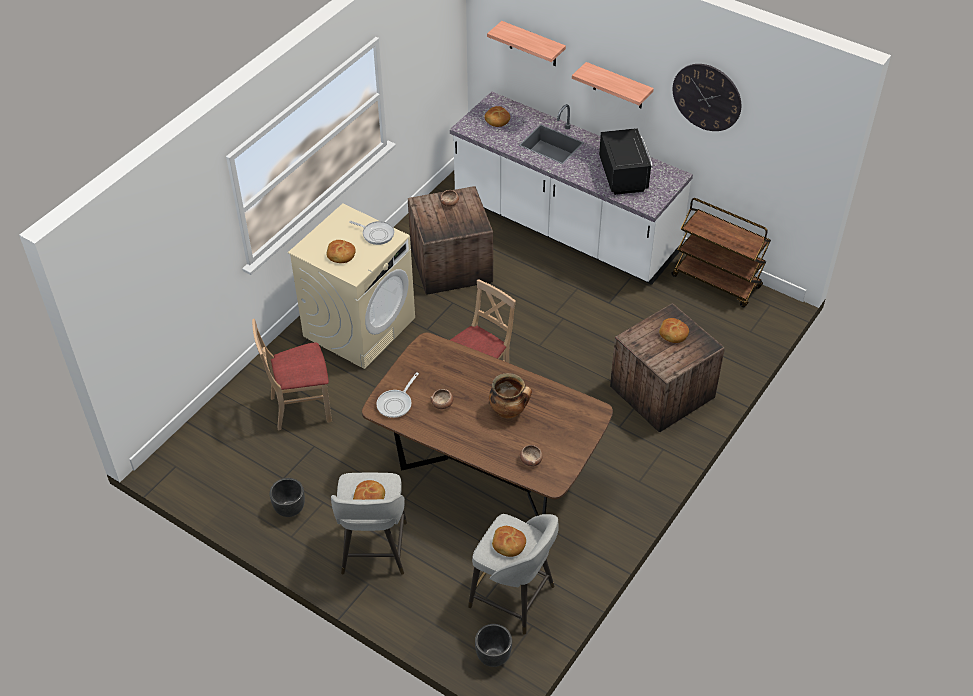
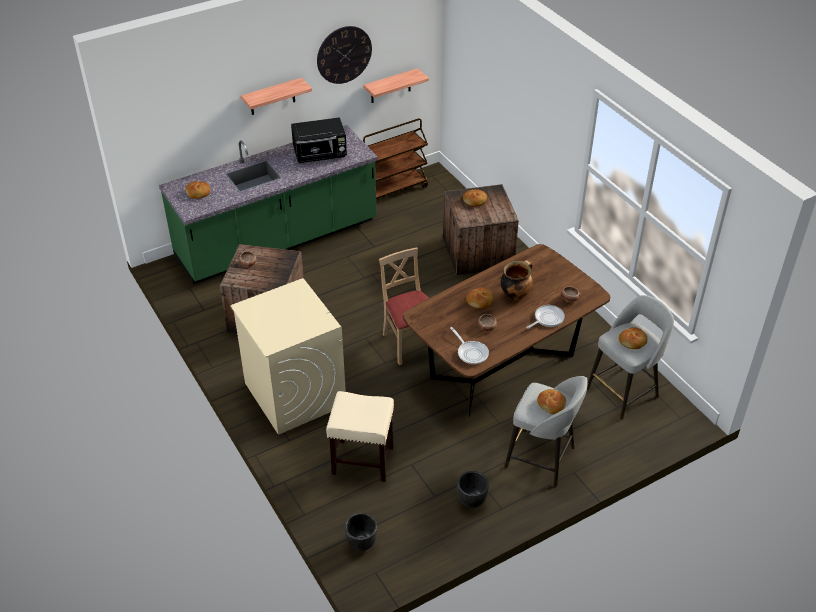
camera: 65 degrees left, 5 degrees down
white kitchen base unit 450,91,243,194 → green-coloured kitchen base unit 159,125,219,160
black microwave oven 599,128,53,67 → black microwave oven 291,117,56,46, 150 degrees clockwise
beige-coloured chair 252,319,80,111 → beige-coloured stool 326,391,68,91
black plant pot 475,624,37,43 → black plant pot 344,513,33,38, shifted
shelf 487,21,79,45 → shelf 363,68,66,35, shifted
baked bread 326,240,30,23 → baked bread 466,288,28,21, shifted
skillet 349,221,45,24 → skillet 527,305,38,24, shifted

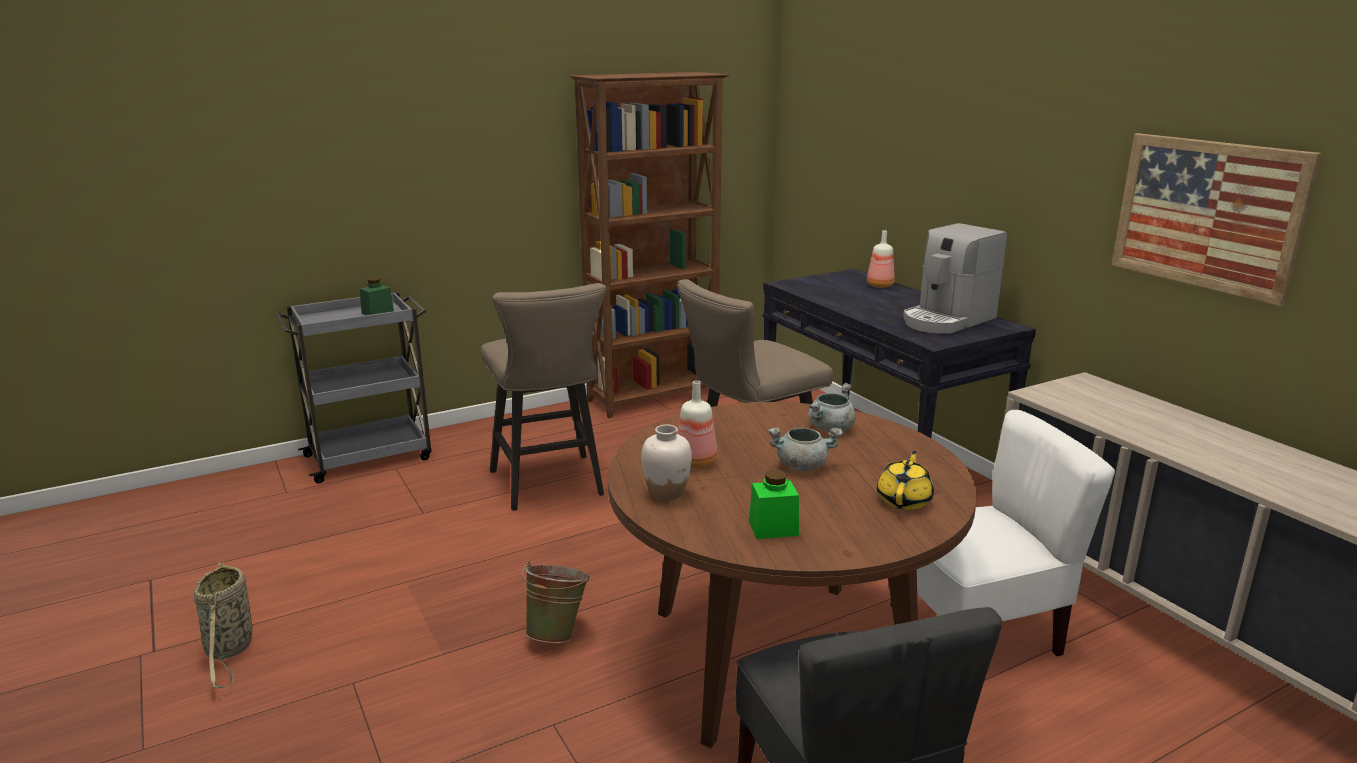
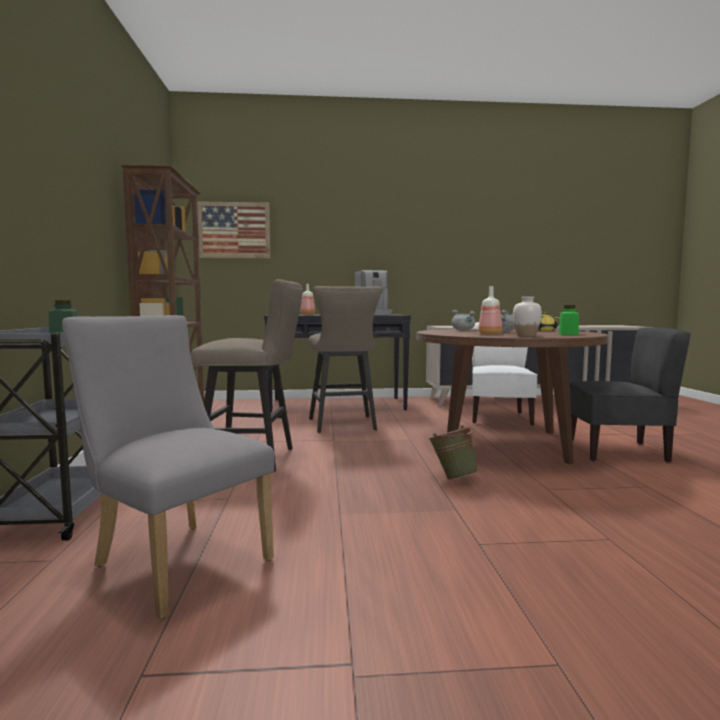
camera: 65 degrees left, 15 degrees down
- → gray chair 62,315,213,304
wall art 1111,133,211,174 → wall art 197,201,73,58, shifted
household basket 194,562,58,126 → -

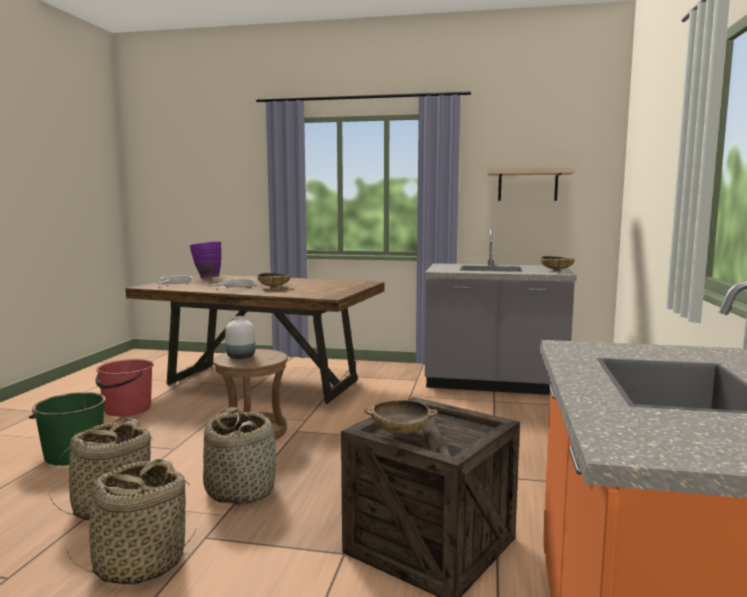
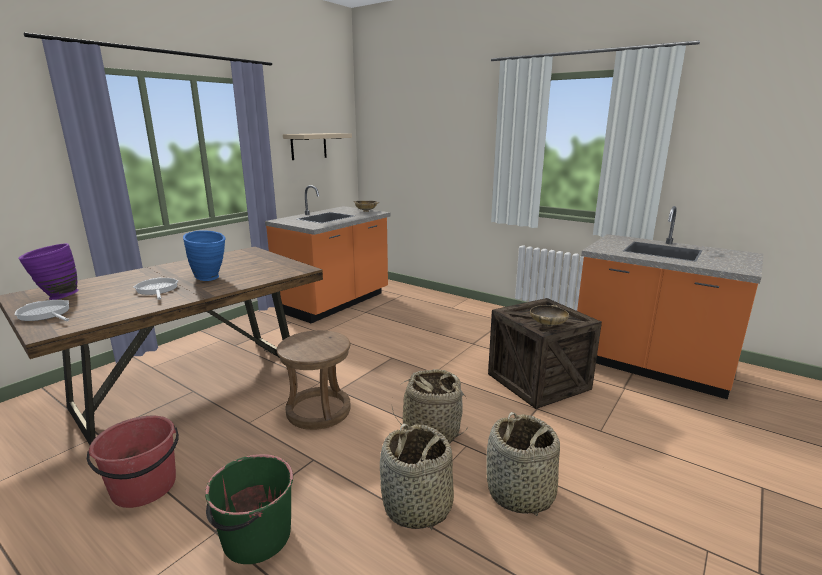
camera: 65 degrees left, 10 degrees up
beige-coloured bowl 257,273,34,16 → blue flower vase 183,230,43,51
gray kitchen base unit 425,229,152,166 → orange-coloured kitchen base unit 265,185,126,138
white flower vase 225,316,30,43 → -

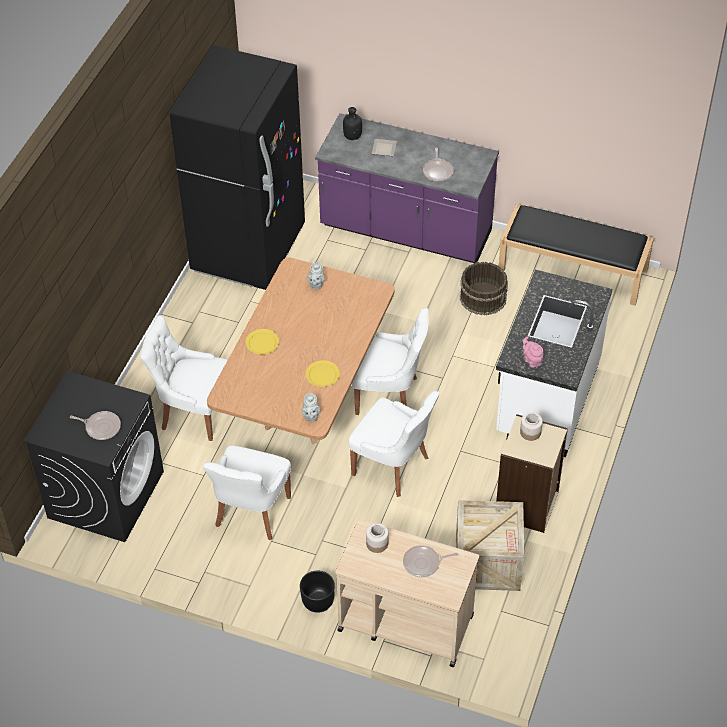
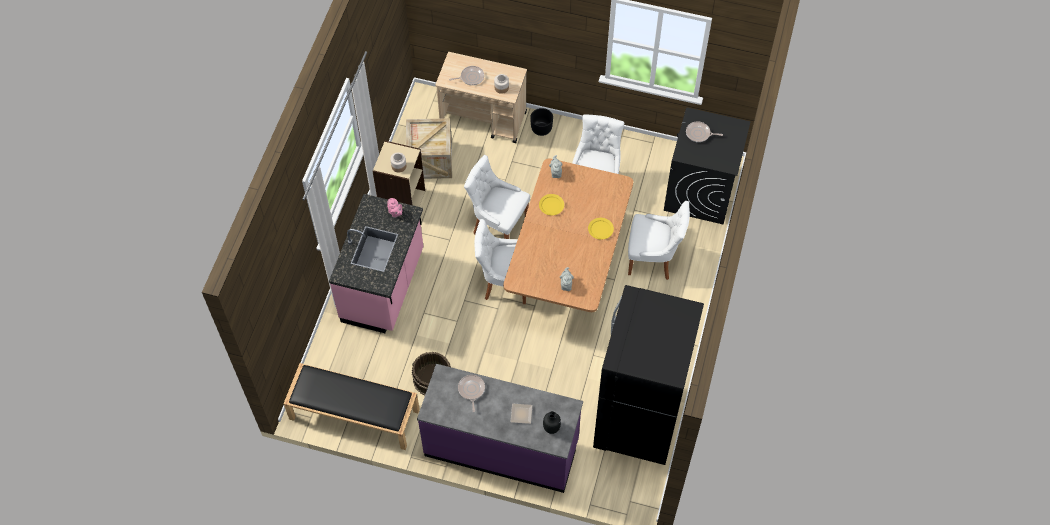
camera: 175 degrees right, 10 degrees up
white kitchen base unit 496,269,116,189 → pinkish kitchen base unit 329,194,94,139

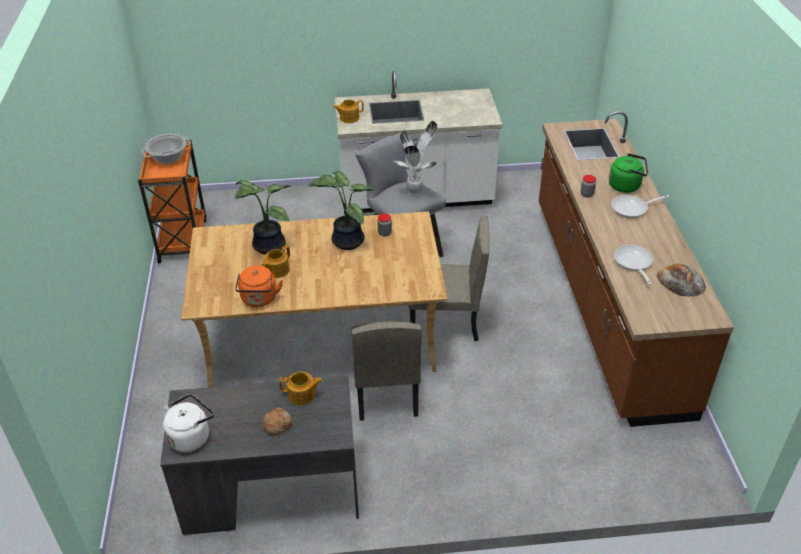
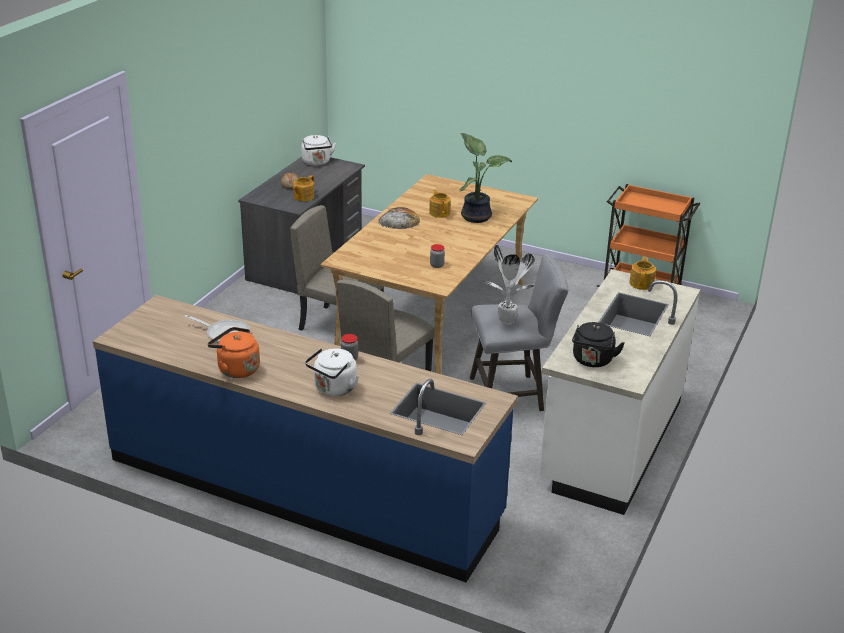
camera: 120 degrees right, 10 degrees down
brownish kitchen base unit 539,111,195,316 → blue kitchen base unit 93,295,425,287
orange-coloured water kettle 235,265,48,42 → orange-coloured water kettle 208,327,52,51, shifted
green-coloured water kettle 609,153,39,40 → white water kettle 305,348,54,48
baked bread 657,264,49,33 → baked bread 378,207,42,22, shifted
- → black water kettle 572,322,53,45
cooking pot 141,134,50,30 → -
houseplant 308,171,68,79 → -
skillet 611,195,59,23 → -

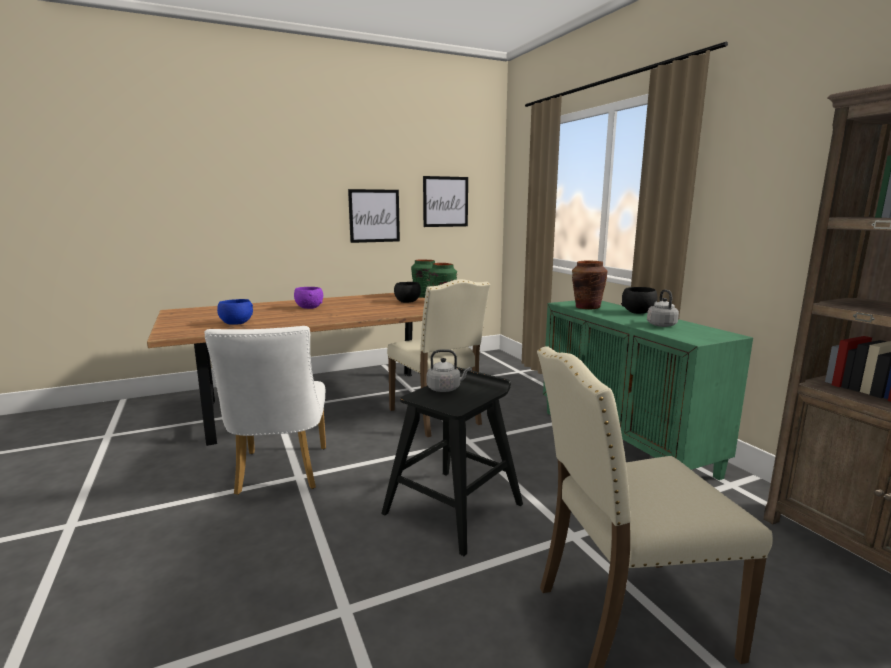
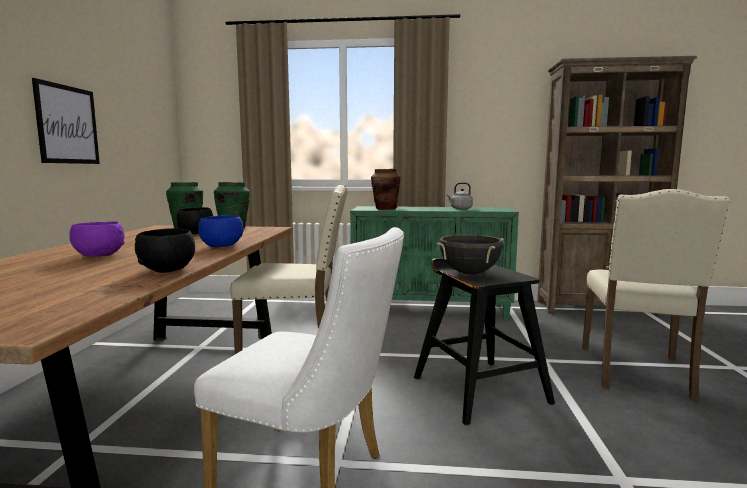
camera: 60 degrees left, 5 degrees down
black bowl 621,287,37,27 → black bowl 135,228,60,45, shifted
blue bowl 217,299,36,26 → blue bowl 198,215,46,32, shifted
gray water kettle 427,349,43,43 → black cooking pot 436,235,67,39
wall art 423,176,45,51 → -

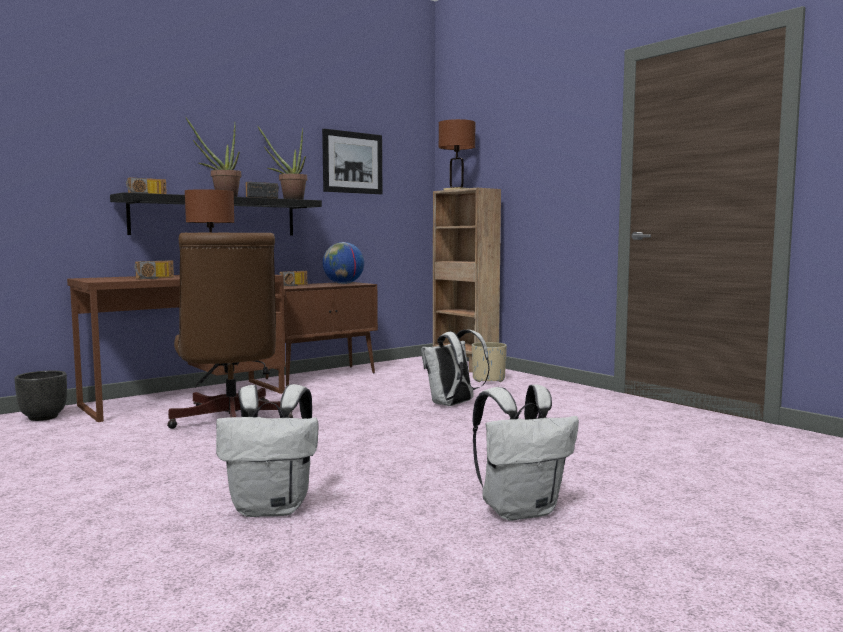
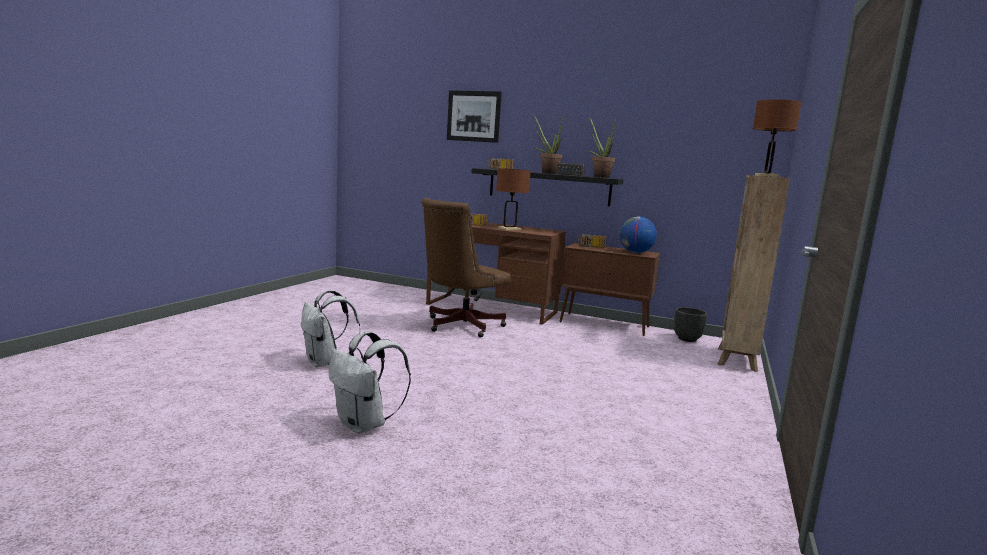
camera: 60 degrees right, 5 degrees up
wall art 322,129,60,65 → wall art 447,90,55,53, shifted
black plant pot 14,371,53,50 → black plant pot 674,307,34,35, shifted
white backpack 421,330,69,76 → -
beige-coloured plant pot 472,342,35,40 → -

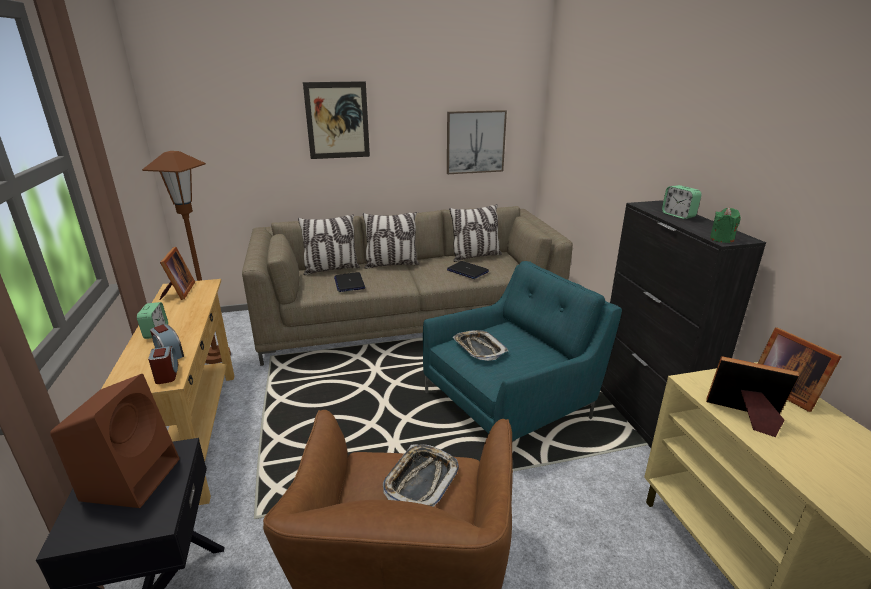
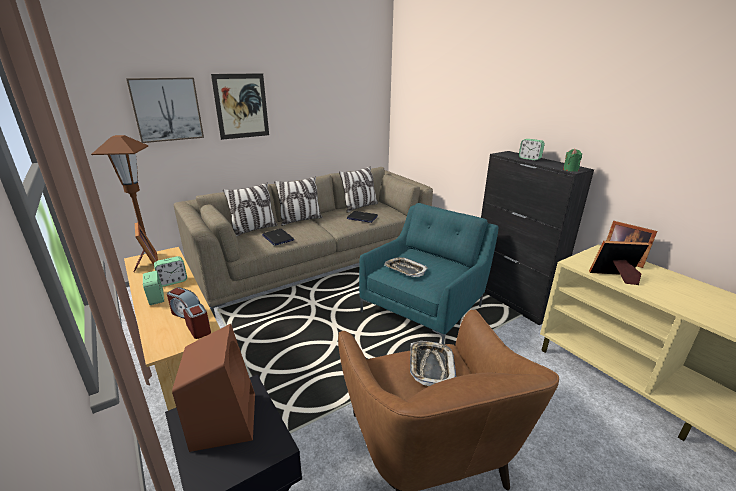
camera: 20 degrees left, 0 degrees up
wall art 447,110,60,64 → wall art 126,77,78,66, shifted
- → alarm clock 154,256,33,31

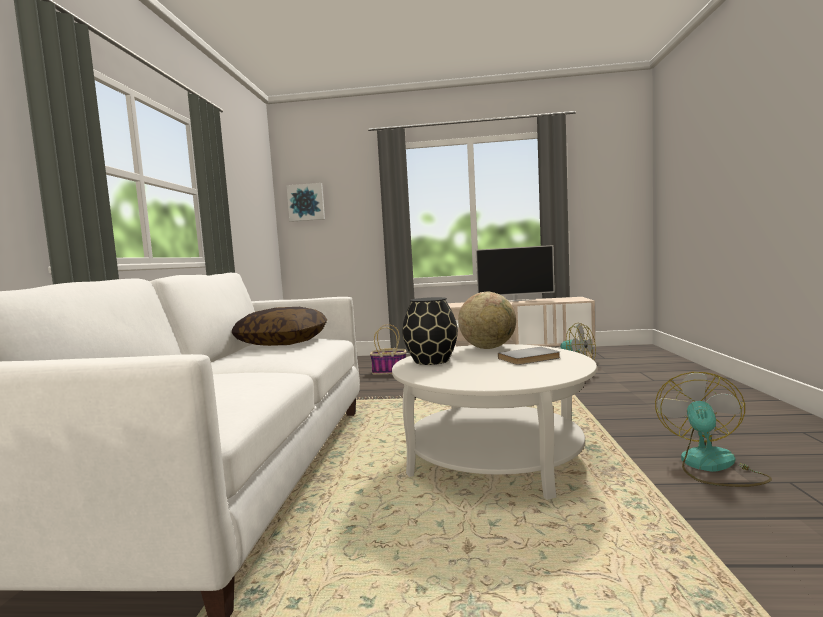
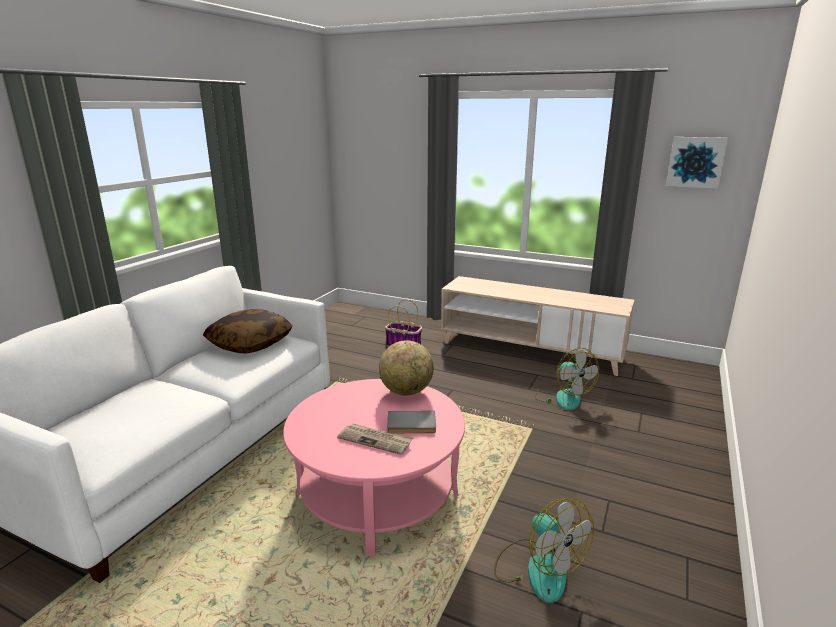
camera: 20 degrees right, 15 degrees up
white coffee table 392,344,205,156 → pinkish coffee table 283,379,182,177
- → printed paper 337,424,76,31
fan 655,372,117,115 → fan 494,498,100,105, 105 degrees clockwise
wall art 286,183,39,39 → wall art 666,137,62,52, shifted
black flower vase 402,297,56,68 → -
television 476,245,79,57 → -

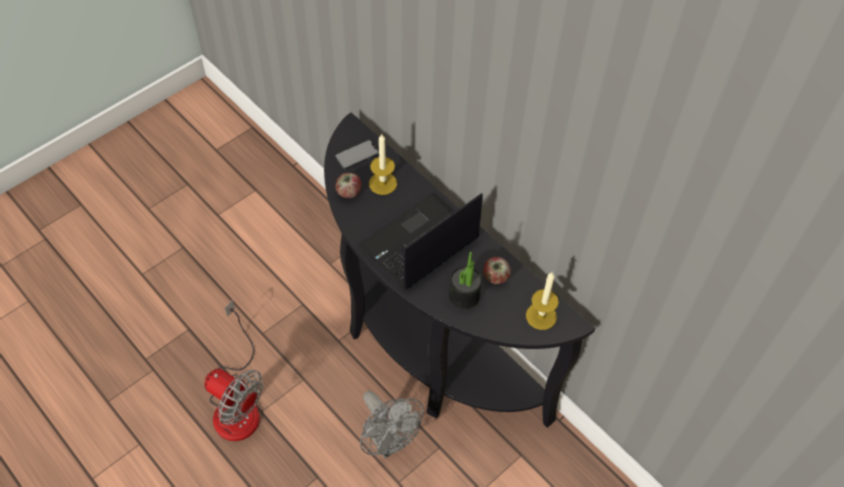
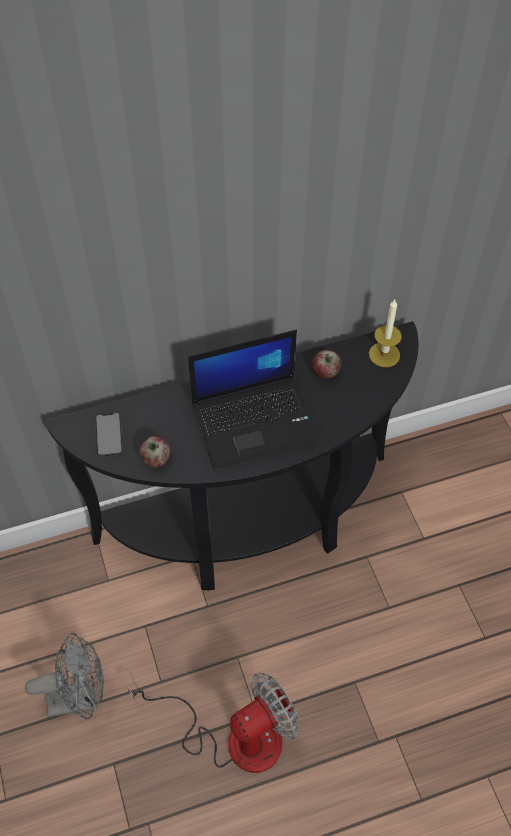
camera: 65 degrees left, 0 degrees up
gray fan 360,391,64,67 → gray fan 25,633,79,87, shifted
portable computer 358,193,125,97 → portable computer 188,330,132,139, 90 degrees counterclockwise
wax candle 369,134,28,61 → -
houseplant 449,252,33,57 → -

